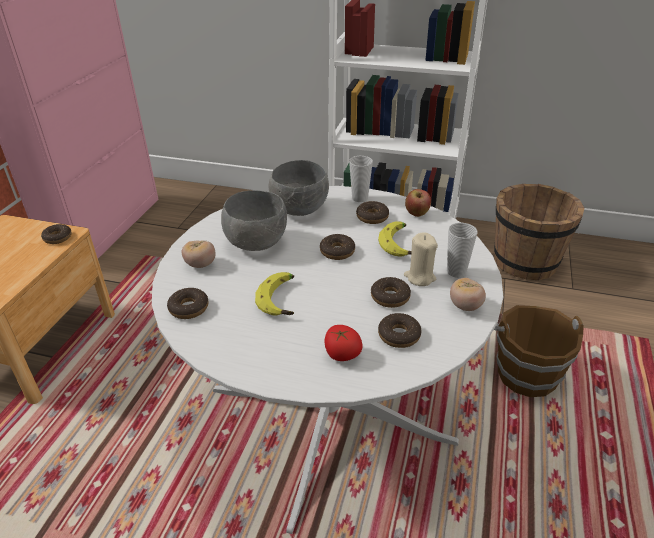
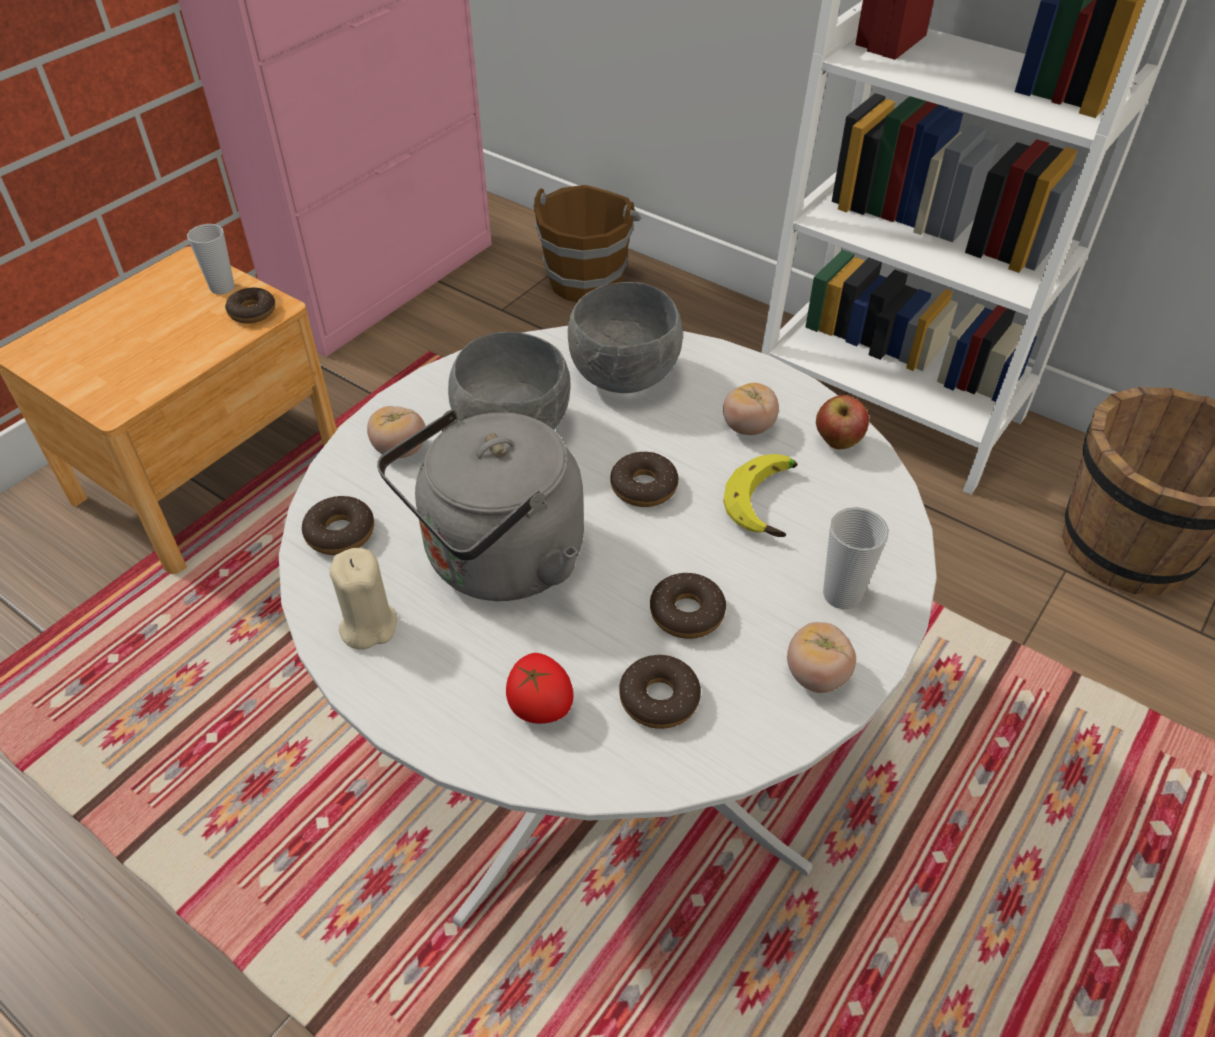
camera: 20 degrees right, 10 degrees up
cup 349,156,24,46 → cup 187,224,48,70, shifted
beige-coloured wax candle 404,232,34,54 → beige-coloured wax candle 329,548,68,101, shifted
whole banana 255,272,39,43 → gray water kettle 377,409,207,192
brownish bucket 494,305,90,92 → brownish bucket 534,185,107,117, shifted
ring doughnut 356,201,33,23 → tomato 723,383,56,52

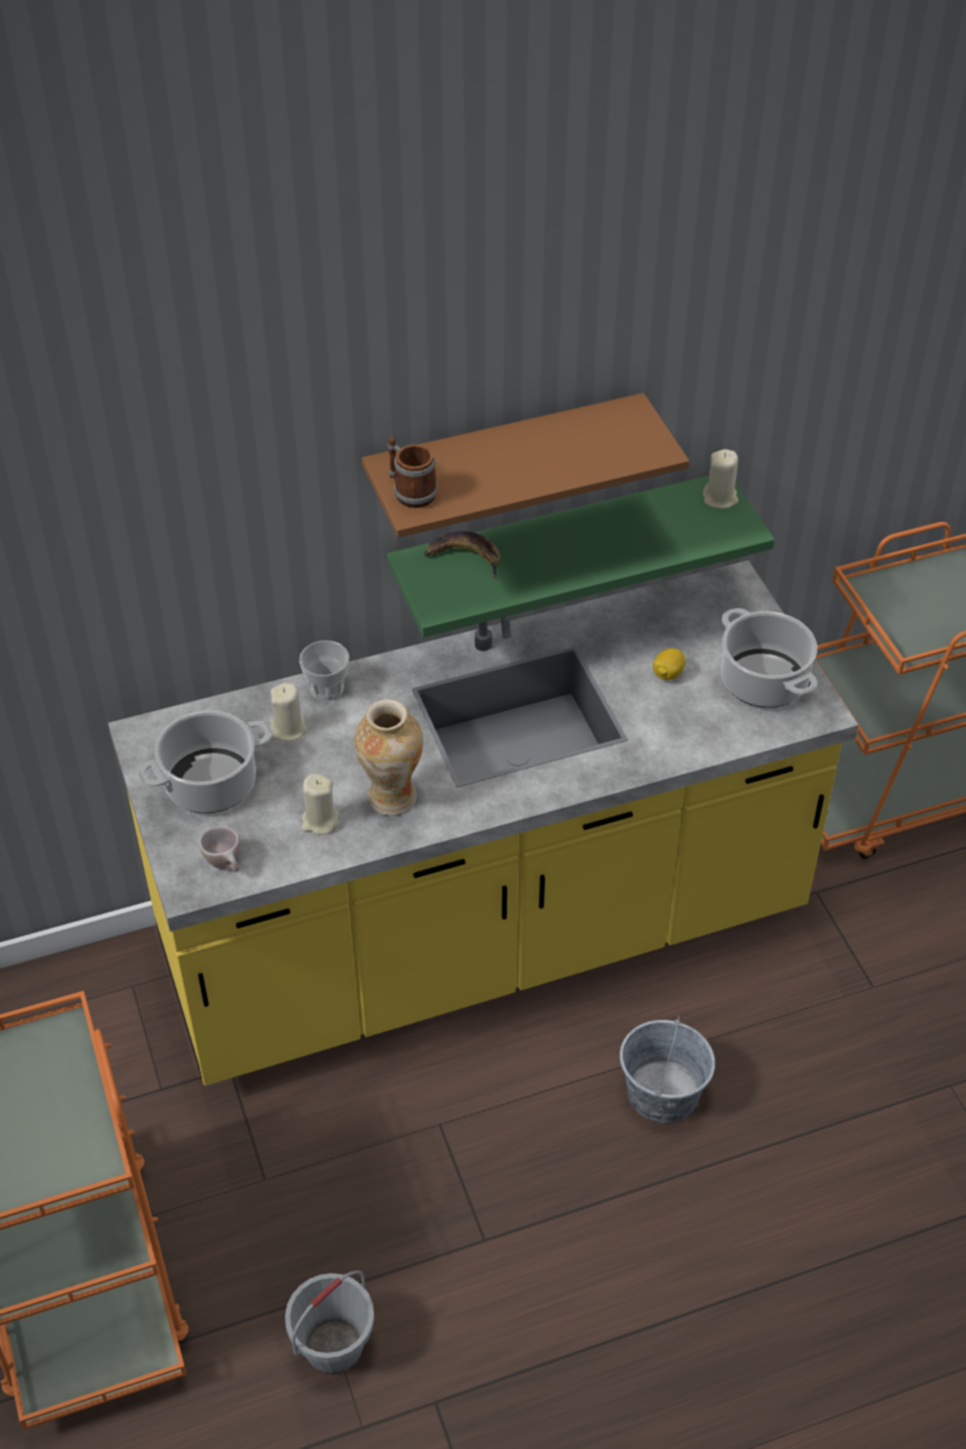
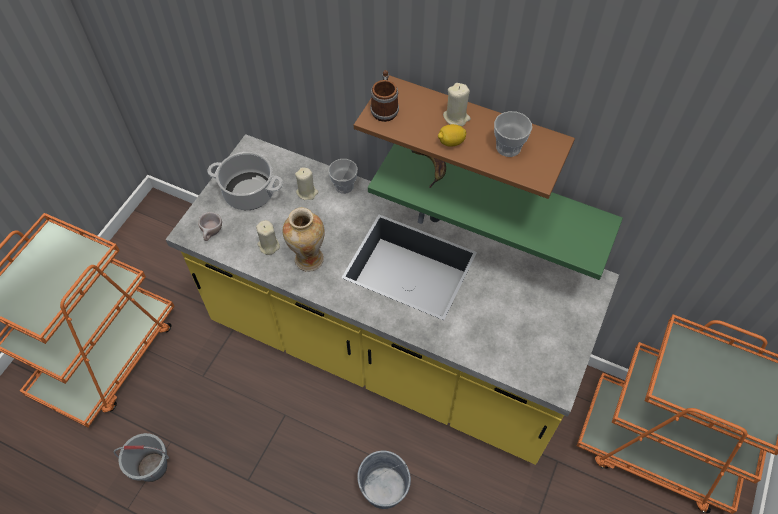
camera: 45 degrees right, 10 degrees up
citrus fruit 653,648,32,32 → citrus fruit 438,124,28,23, shifted
beige-coloured wax candle 703,449,36,60 → beige-coloured wax candle 443,83,28,43, shifted
- → cup 494,111,38,46
cooking pot 721,608,96,100 → -

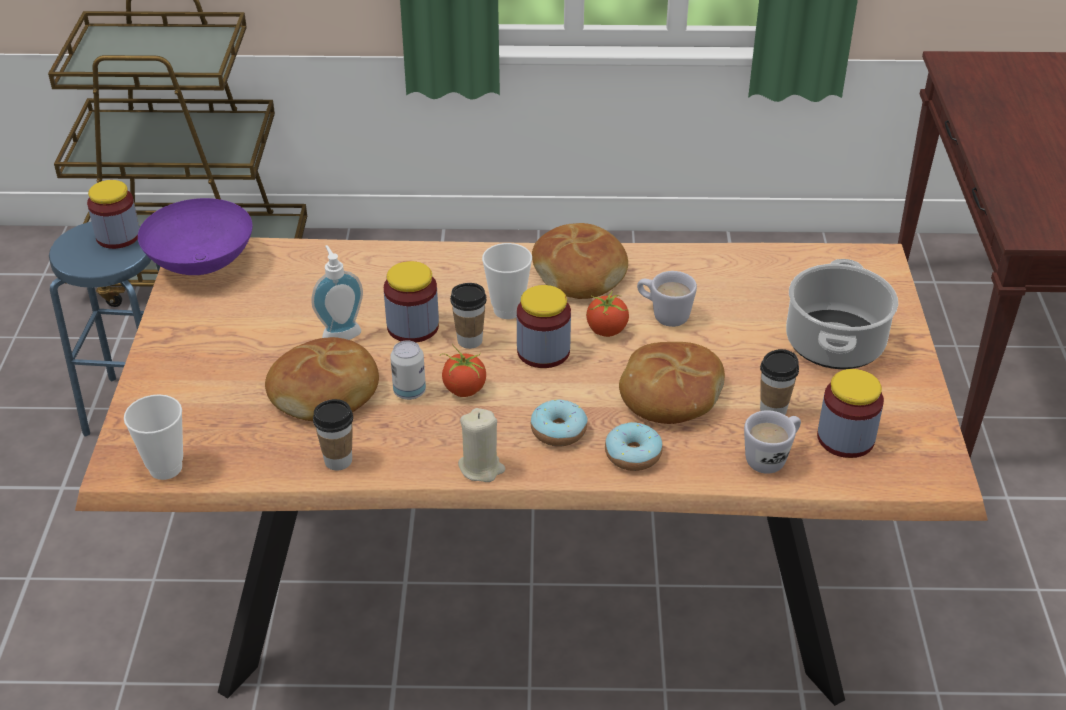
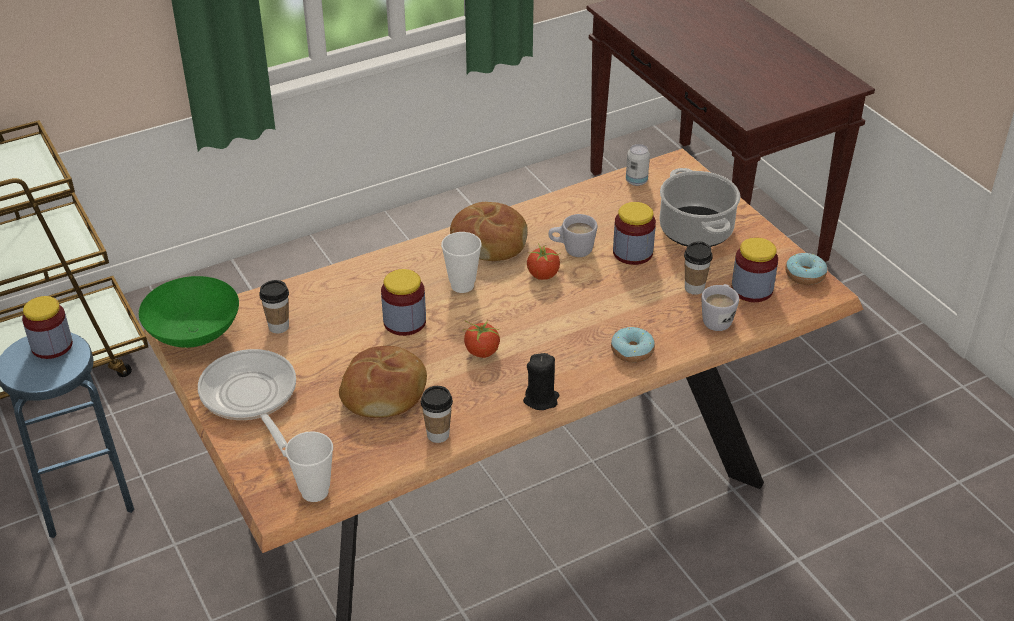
camera: 30 degrees left, 0 degrees up
purple bowl 138,198,115,77 → green-coloured bowl 139,276,100,72
- → skillet 198,349,98,108
cup 450,283,37,66 → cup 259,280,30,53, shifted
beige-coloured wax candle 458,408,47,74 → black wax candle 523,353,36,57
storage jar 517,285,54,83 → storage jar 613,202,43,63, shifted
sealed can 390,340,36,60 → sealed can 626,144,24,42, shifted
ring doughnut 531,399,57,47 → ring doughnut 785,253,42,32, shifted
soap dispenser 311,245,52,95 → -
baked bread 619,342,106,82 → -

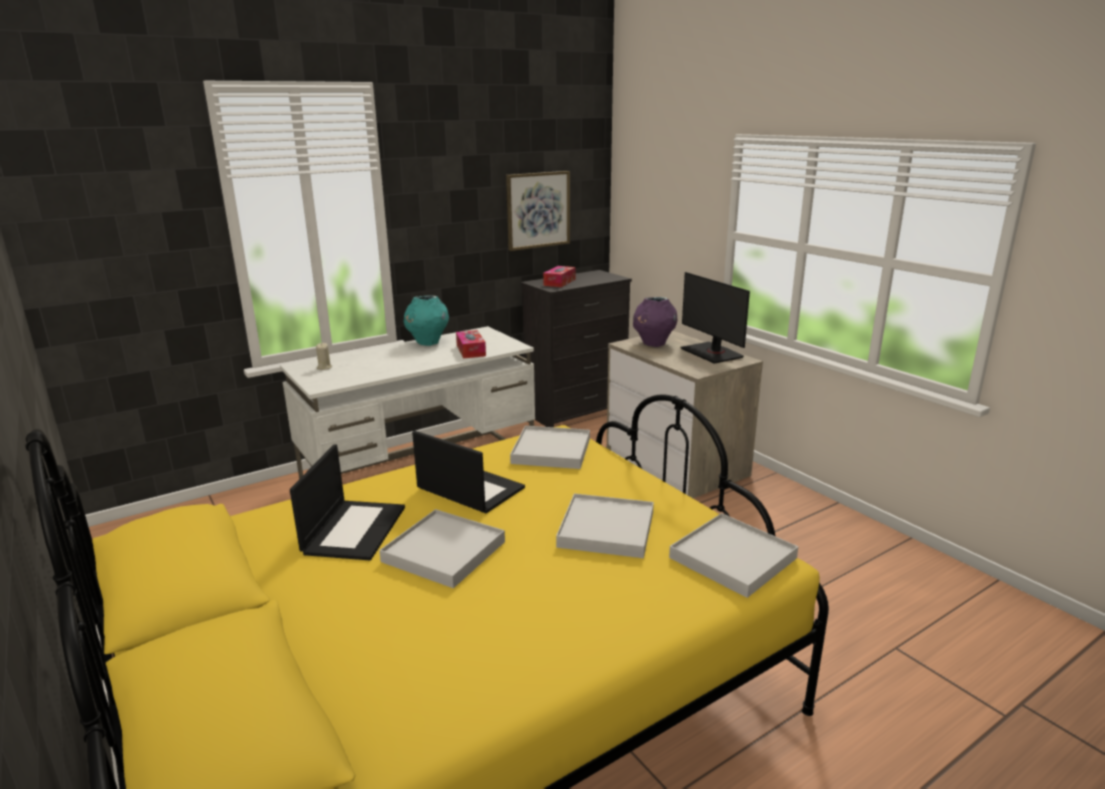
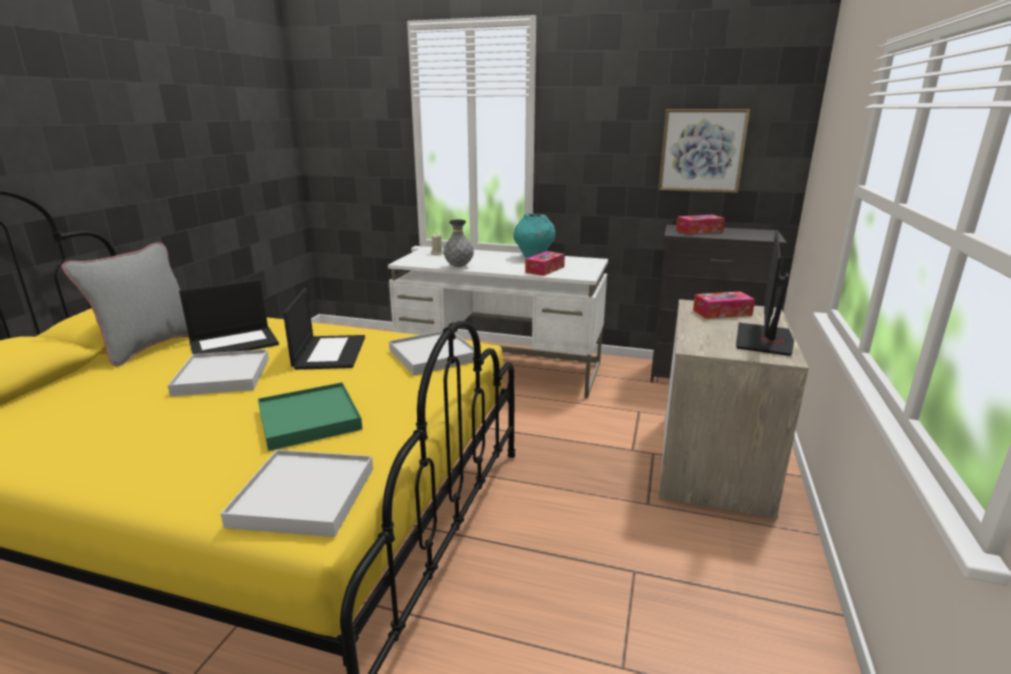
camera: 50 degrees right, 0 degrees up
- → gray throw pillow 62,242,127,124
white serving tray 556,493,98,65 → green-coloured serving tray 258,382,104,69
- → gray flower vase 443,219,31,48
purple flower vase 633,297,44,50 → box of tissues 693,292,62,27

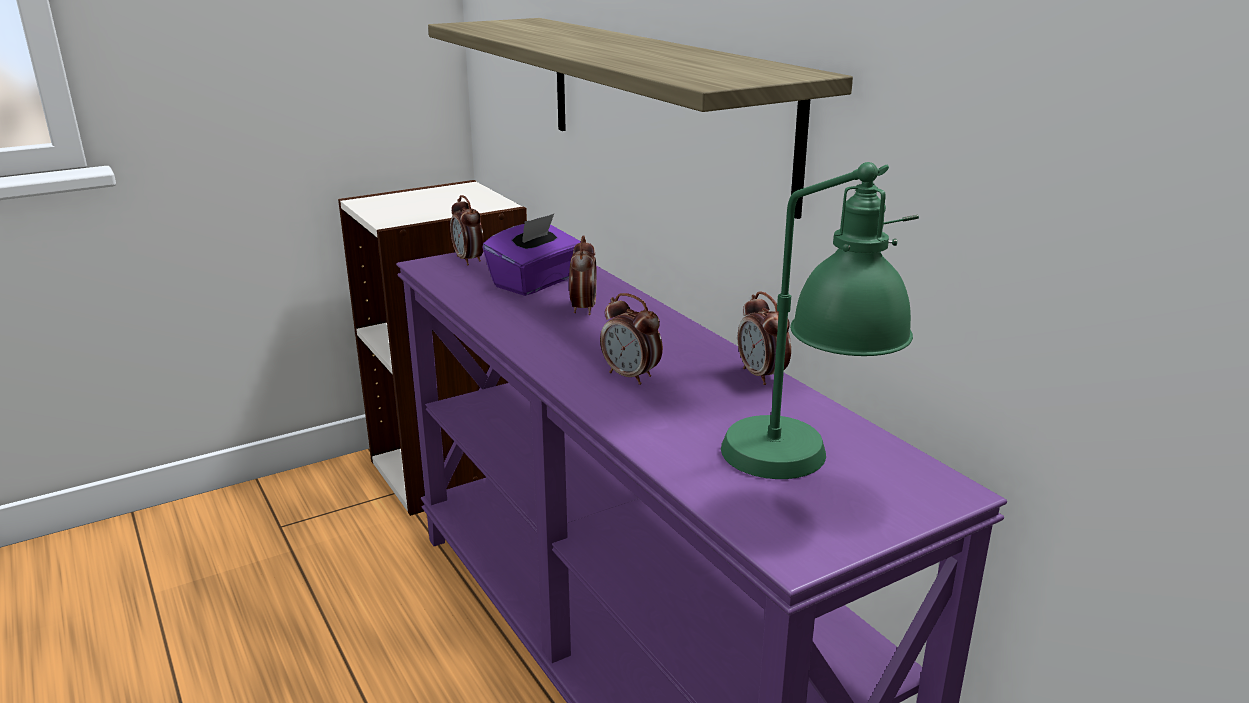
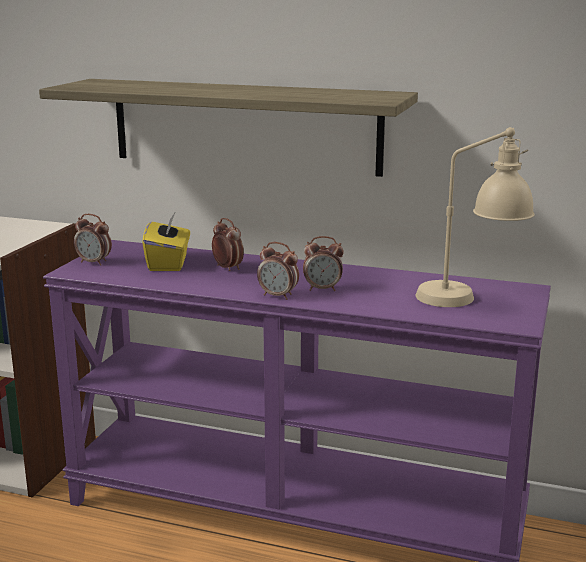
camera: 40 degrees left, 5 degrees down
purple box of tissues 482,213,99,83 → yellow-coloured box of tissues 143,211,47,60
alarm clock 738,291,53,94 → alarm clock 257,242,42,58, shifted
green-coloured tabletop lamp 721,162,198,317 → beige-coloured tabletop lamp 416,127,119,180

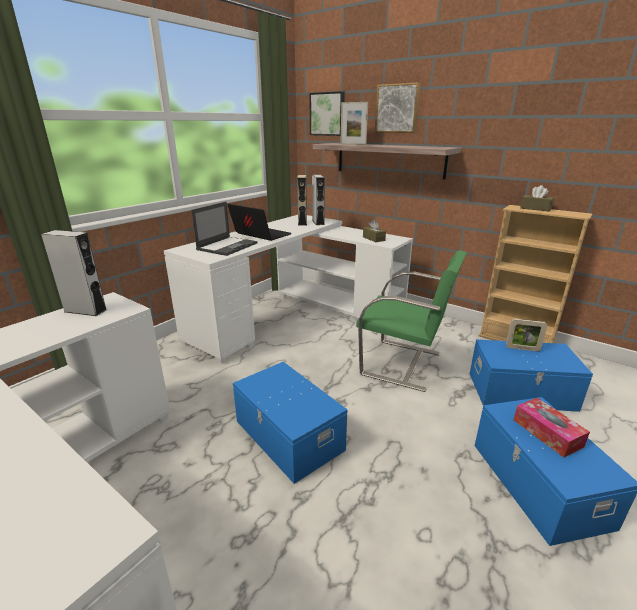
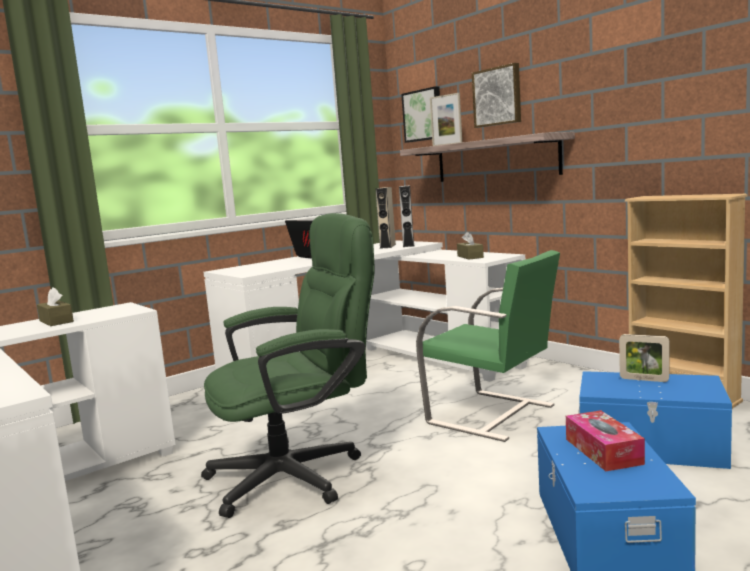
camera: 15 degrees right, 15 degrees down
brownish box of tissues 520,185,34,26 → brownish box of tissues 37,287,37,39, shifted
blue storage container 233,362,114,122 → green-coloured office chair 201,213,174,305
gray speaker 41,230,66,86 → -
portable computer 191,202,66,54 → -

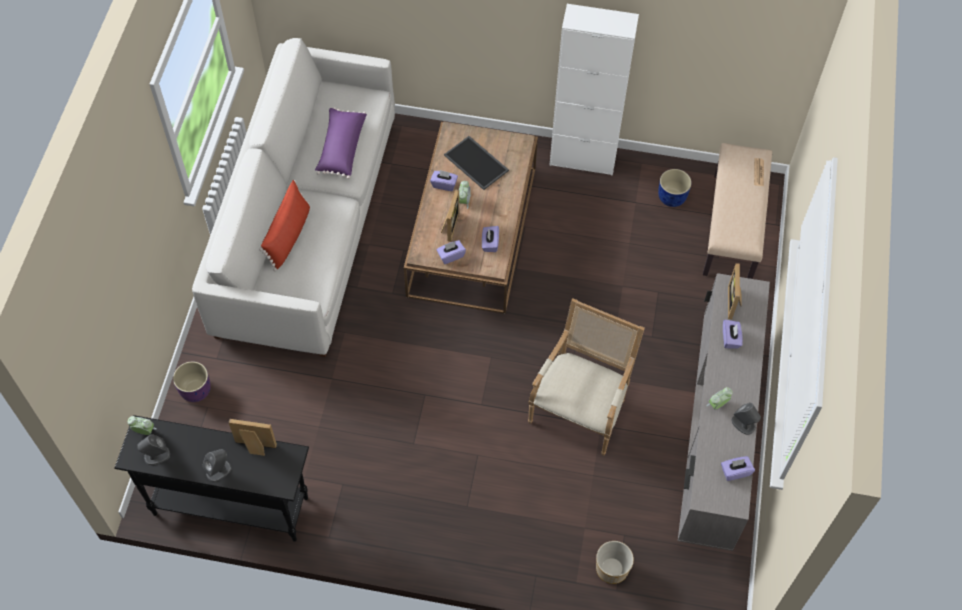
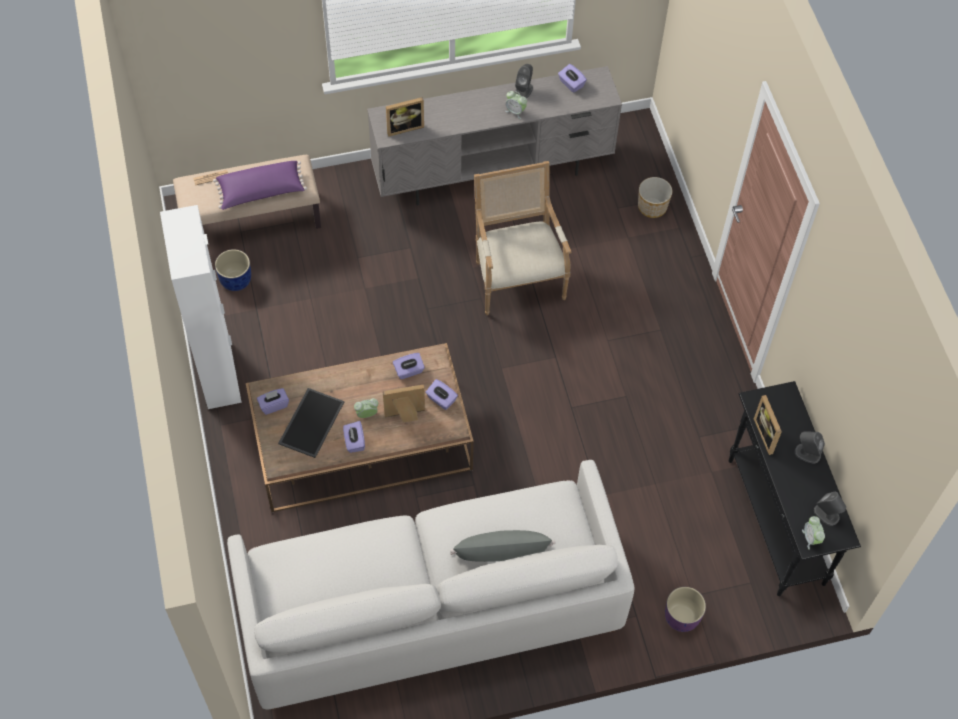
camera: 115 degrees left, 0 degrees up
purple throw pillow 315,107,52,72 → purple throw pillow 213,161,94,49, shifted
purple box of tissues 723,320,20,29 → purple box of tissues 257,388,32,27, shifted
reddish throw pillow 259,180,51,91 → gray throw pillow 450,530,106,32
lounge chair 528,298,117,157 → lounge chair 474,161,97,154, 75 degrees clockwise

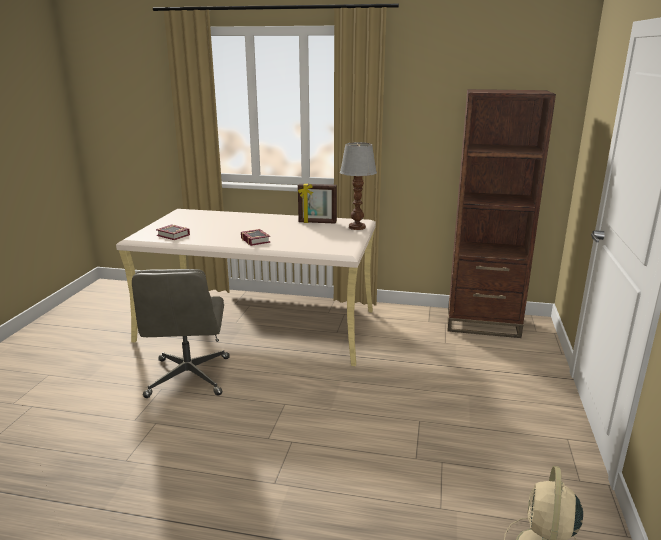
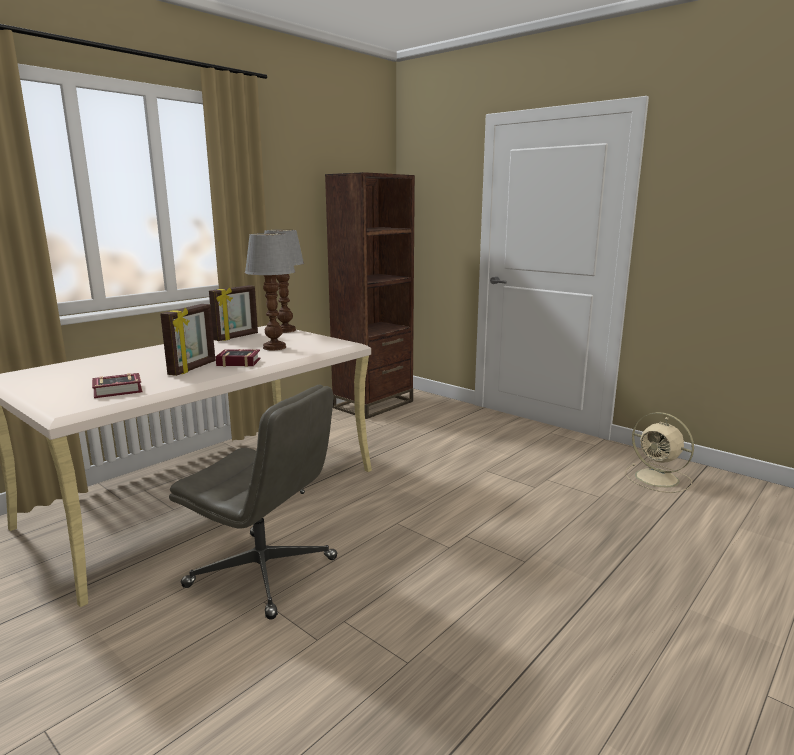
camera: 60 degrees left, 5 degrees down
- → standing frame 160,304,56,72
- → tabletop lamp 245,233,51,117

